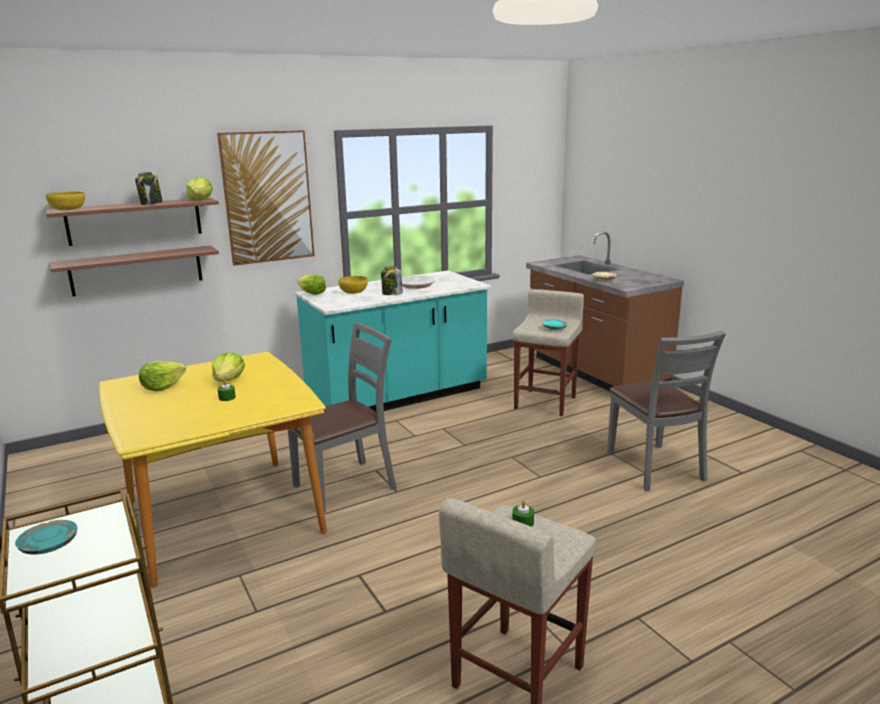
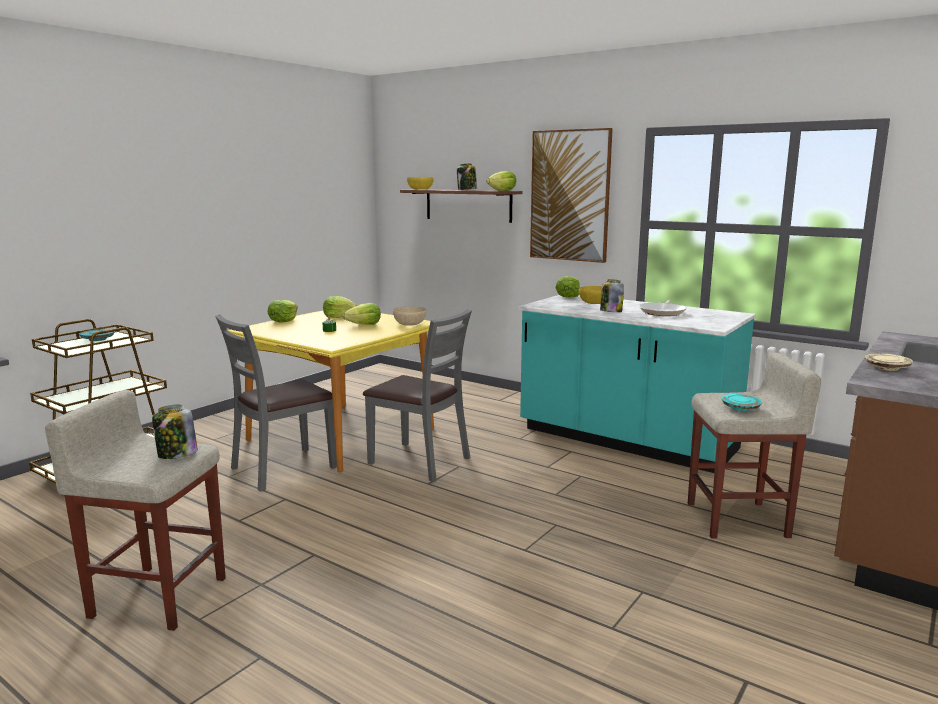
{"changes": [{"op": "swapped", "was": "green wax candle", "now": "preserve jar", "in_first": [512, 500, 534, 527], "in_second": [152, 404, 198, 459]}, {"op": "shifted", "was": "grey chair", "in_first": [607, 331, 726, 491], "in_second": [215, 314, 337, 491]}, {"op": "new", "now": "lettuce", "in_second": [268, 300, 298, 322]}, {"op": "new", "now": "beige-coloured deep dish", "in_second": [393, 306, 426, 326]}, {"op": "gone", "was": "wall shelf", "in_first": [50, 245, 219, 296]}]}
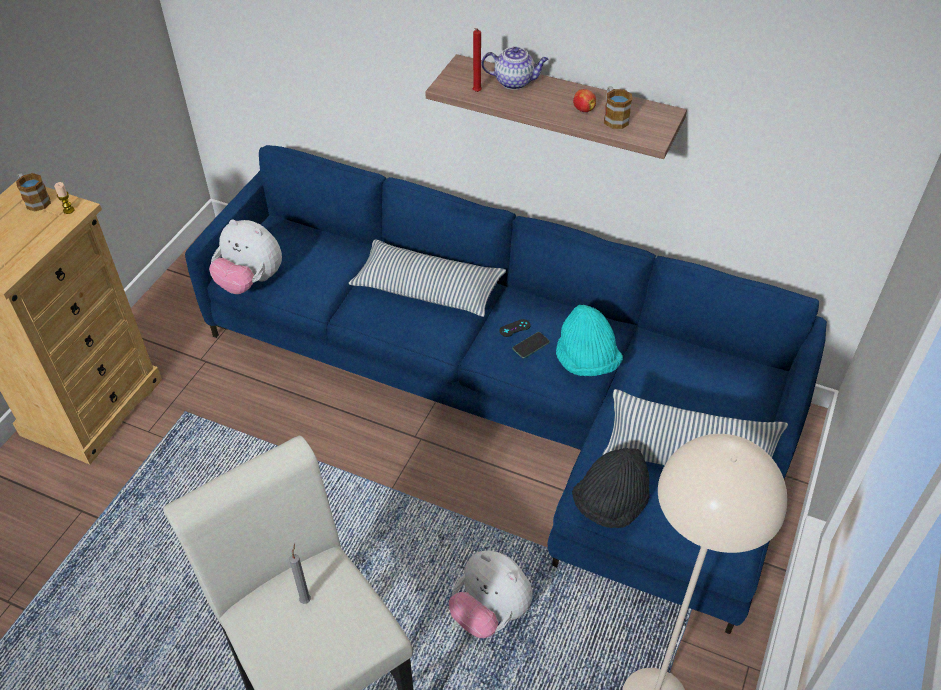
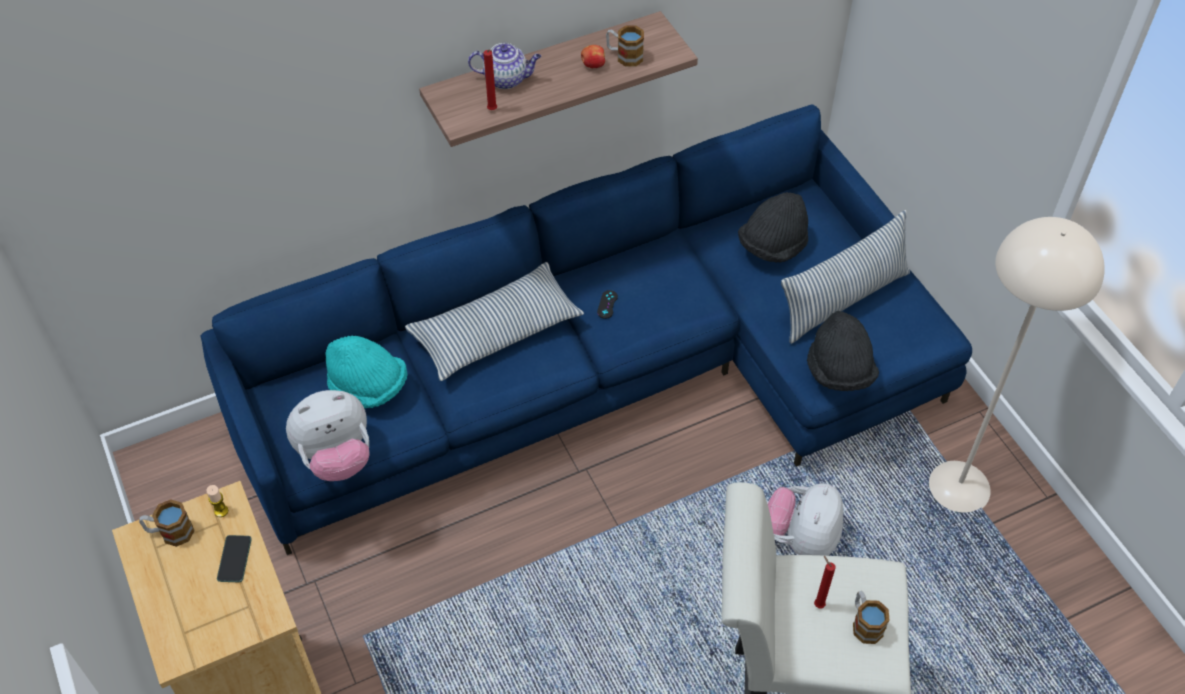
{"changes": [{"op": "shifted", "was": "handset", "in_first": [512, 332, 550, 359], "in_second": [217, 535, 252, 582]}, {"op": "shifted", "was": "turquoise clothing hat", "in_first": [556, 305, 623, 376], "in_second": [325, 335, 408, 408]}, {"op": "rotated", "was": "tea pot", "in_first": [481, 47, 549, 90], "in_second": [468, 43, 541, 89], "clockwise": 45}, {"op": "new", "now": "black clothing hat", "in_second": [738, 192, 808, 263]}, {"op": "rotated", "was": "soft toy", "in_first": [449, 550, 532, 638], "in_second": [767, 483, 843, 556], "clockwise": 120}, {"op": "repainted", "was": "grey wax candle", "now": "red-coloured wax candle", "in_first": [289, 544, 311, 604], "in_second": [814, 556, 836, 608]}, {"op": "new", "now": "tea mug", "in_second": [853, 591, 890, 644]}]}
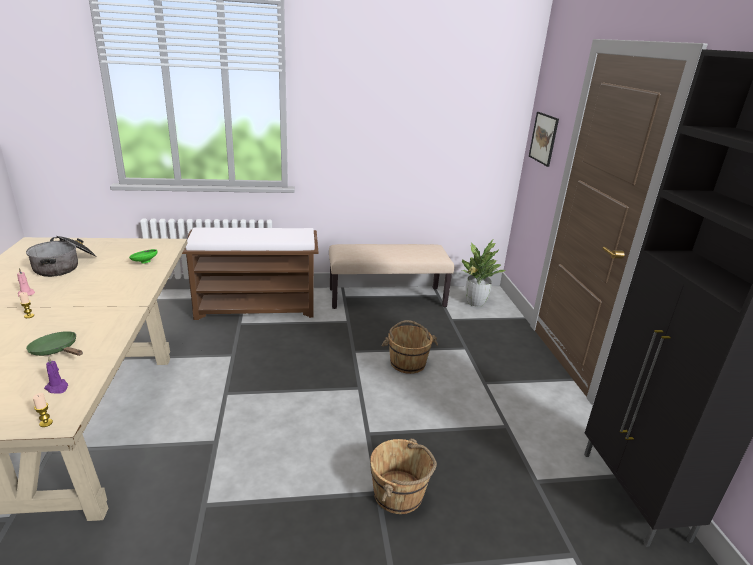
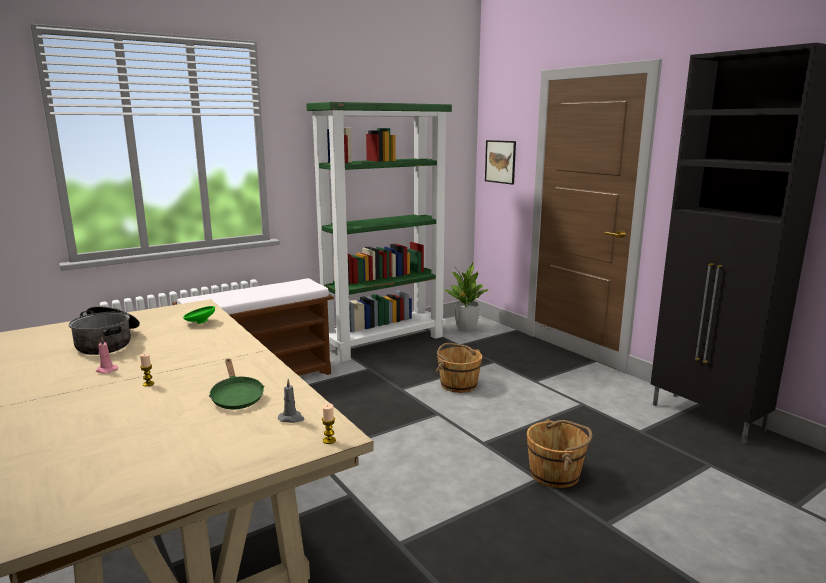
{"changes": [{"op": "rotated", "was": "green skillet", "in_first": [26, 331, 83, 356], "in_second": [209, 359, 264, 409], "clockwise": -120}, {"op": "repainted", "was": "purple wax candle", "now": "grey wax candle", "in_first": [44, 356, 68, 394], "in_second": [278, 379, 305, 423]}, {"op": "swapped", "was": "beige-coloured long seat", "now": "green bookshelf", "in_first": [329, 244, 454, 309], "in_second": [306, 102, 452, 362]}]}
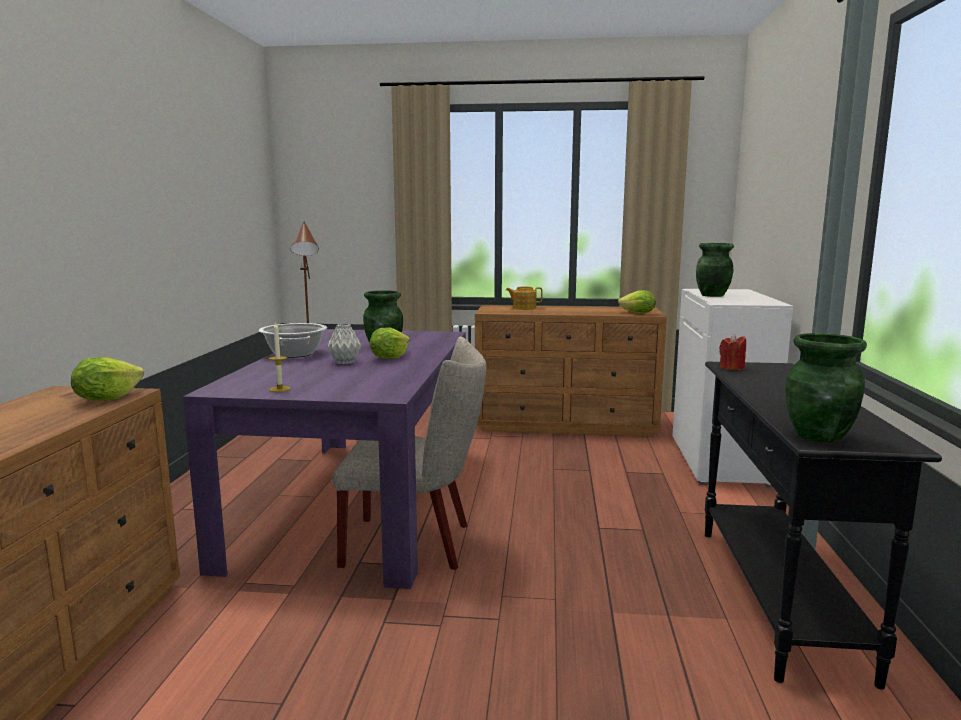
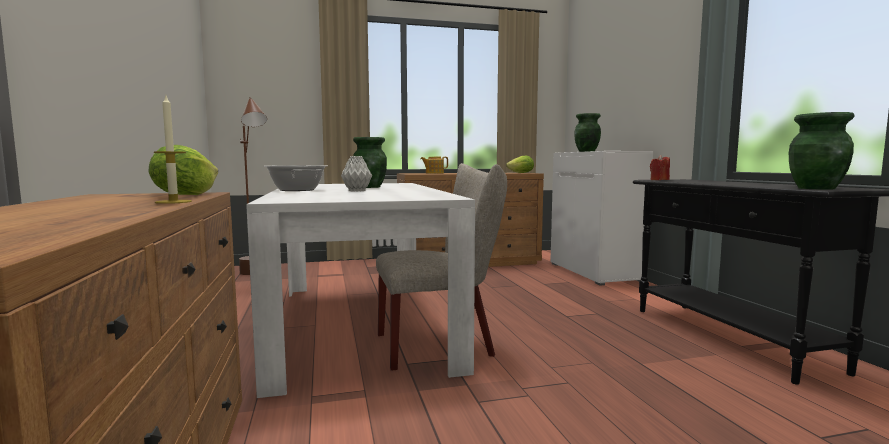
{"changes": [{"op": "shifted", "was": "wax candle", "in_first": [269, 322, 291, 392], "in_second": [154, 96, 192, 204]}, {"op": "repainted", "was": "purple kitchen table", "now": "white-coloured kitchen table", "in_first": [183, 329, 466, 589], "in_second": [246, 183, 475, 398]}, {"op": "gone", "was": "lettuce", "in_first": [369, 328, 410, 359]}]}
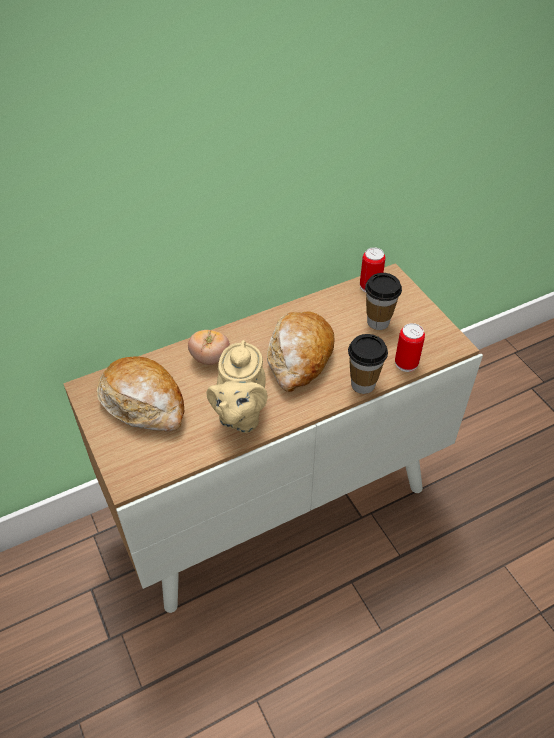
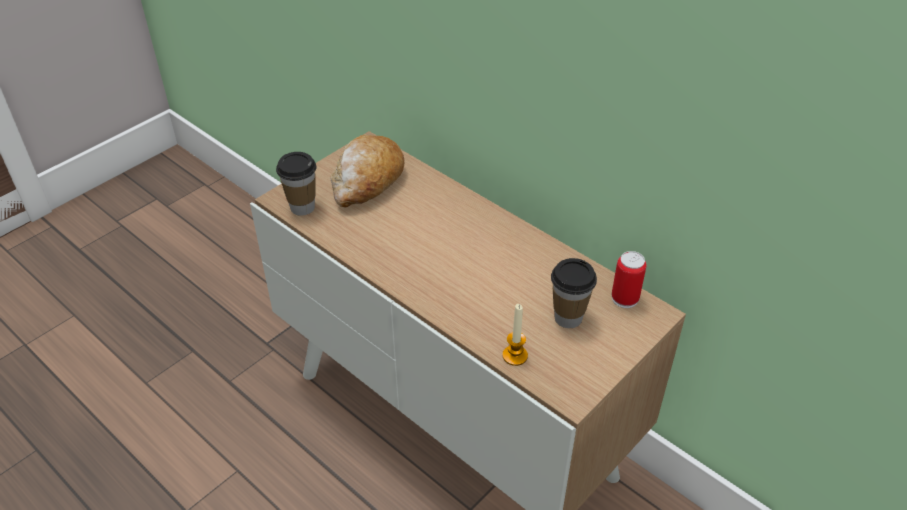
{"changes": [{"op": "shifted", "was": "cup", "in_first": [348, 334, 388, 394], "in_second": [276, 152, 316, 216]}, {"op": "swapped", "was": "can", "now": "wax candle", "in_first": [395, 323, 425, 372], "in_second": [503, 304, 528, 366]}, {"op": "gone", "was": "whole tomato", "in_first": [188, 330, 230, 365]}, {"op": "gone", "was": "beige-coloured tea pot", "in_first": [207, 340, 267, 433]}, {"op": "gone", "was": "bakery bread", "in_first": [267, 311, 335, 392]}]}
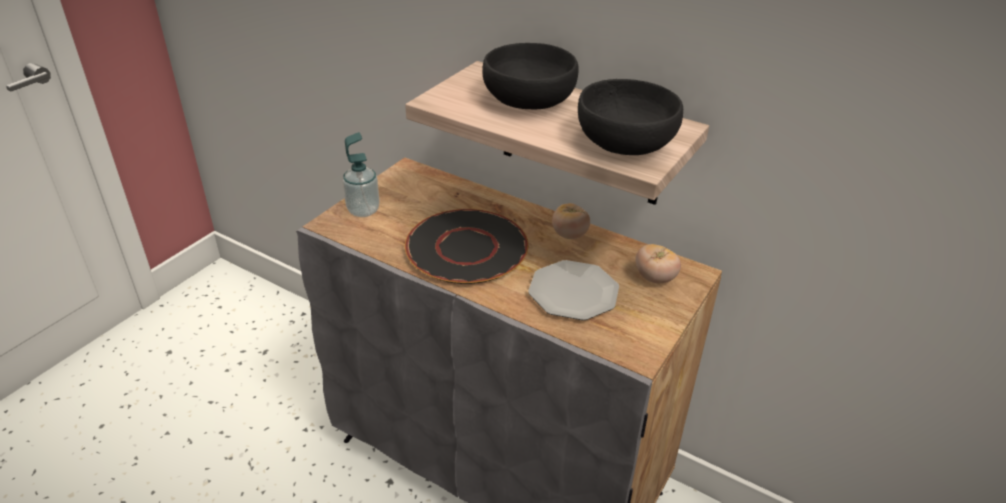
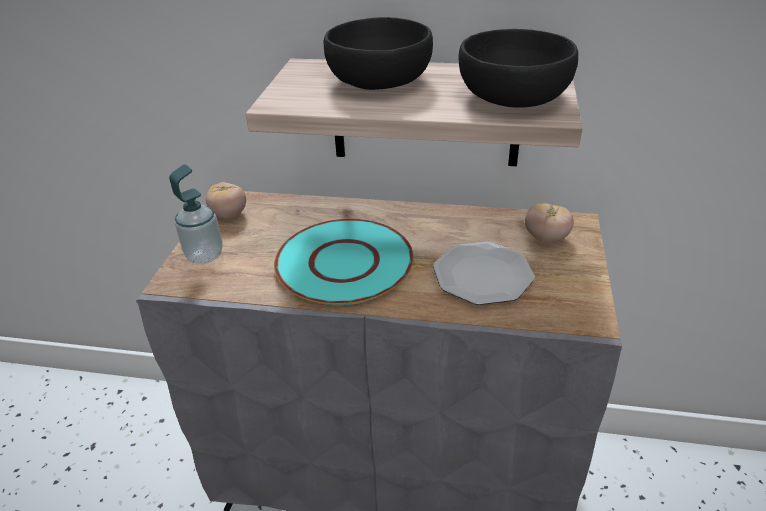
{"changes": [{"op": "shifted", "was": "whole tomato", "in_first": [552, 203, 590, 239], "in_second": [206, 182, 246, 218]}, {"op": "repainted", "was": "black plate", "now": "turquoise plate", "in_first": [405, 209, 528, 284], "in_second": [274, 219, 414, 305]}]}
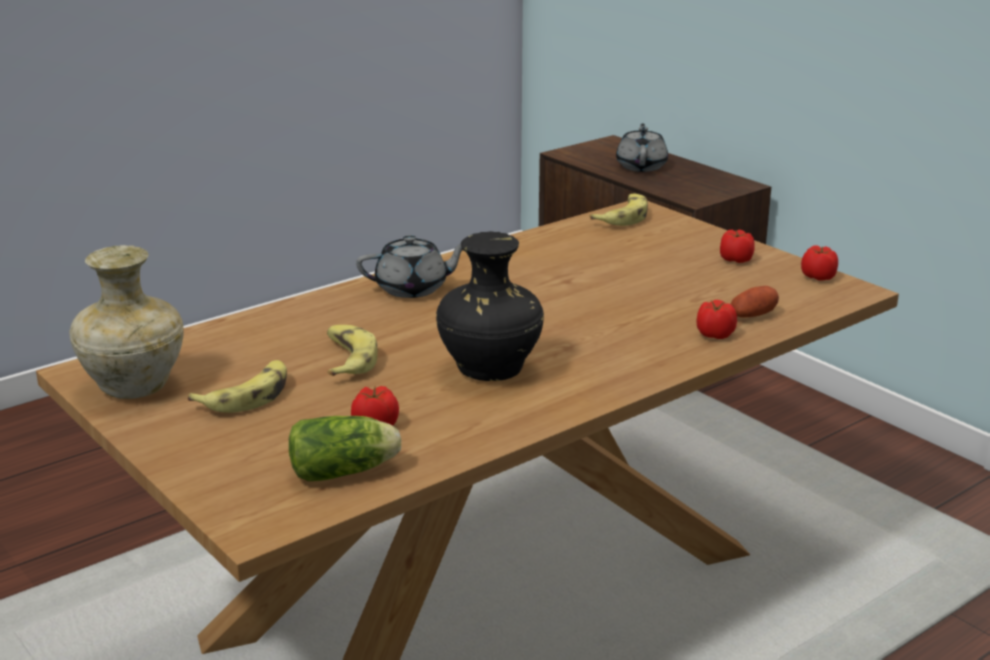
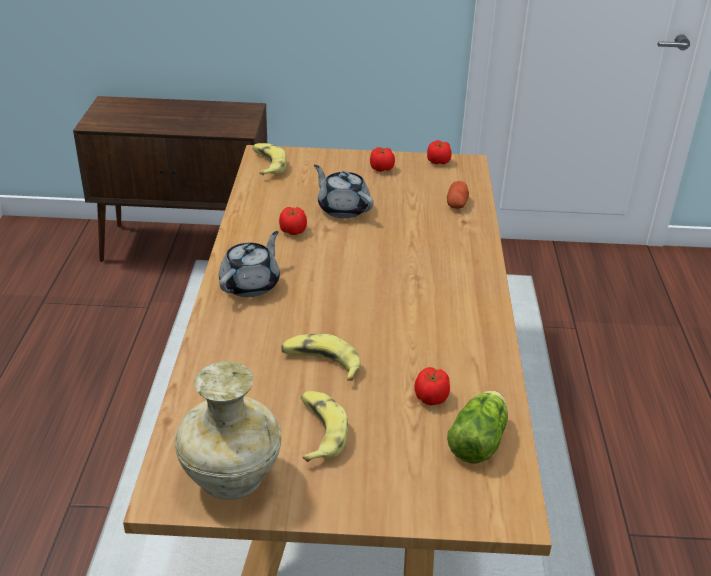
{"changes": [{"op": "shifted", "was": "whole tomato", "in_first": [697, 300, 737, 339], "in_second": [279, 207, 307, 235]}, {"op": "shifted", "was": "grey tea pot", "in_first": [616, 124, 668, 172], "in_second": [314, 165, 374, 218]}, {"op": "gone", "was": "black flower vase", "in_first": [436, 231, 544, 381]}]}
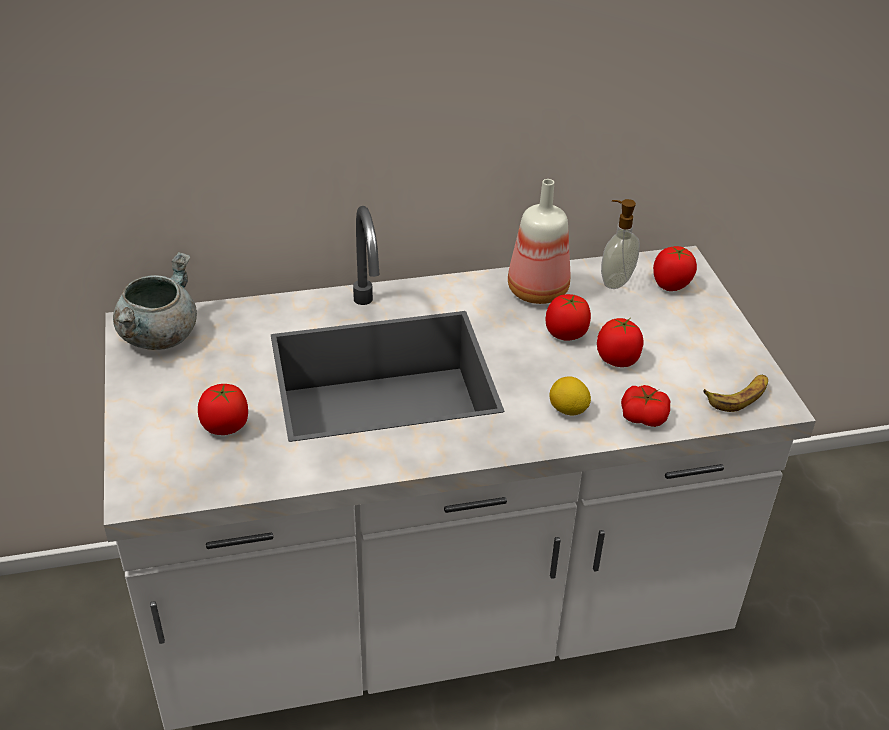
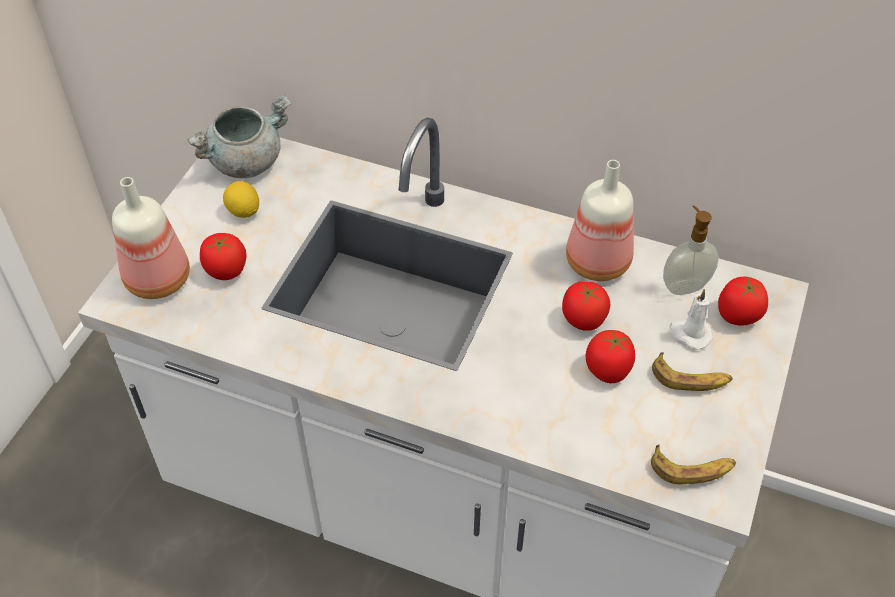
{"changes": [{"op": "new", "now": "drink bottle", "in_second": [112, 177, 190, 299]}, {"op": "shifted", "was": "whole lemon", "in_first": [549, 376, 591, 416], "in_second": [223, 181, 259, 218]}, {"op": "new", "now": "banana fruit", "in_second": [652, 352, 733, 391]}, {"op": "new", "now": "white-coloured wax candle", "in_second": [669, 289, 713, 350]}, {"op": "gone", "was": "whole tomato", "in_first": [621, 385, 670, 427]}]}
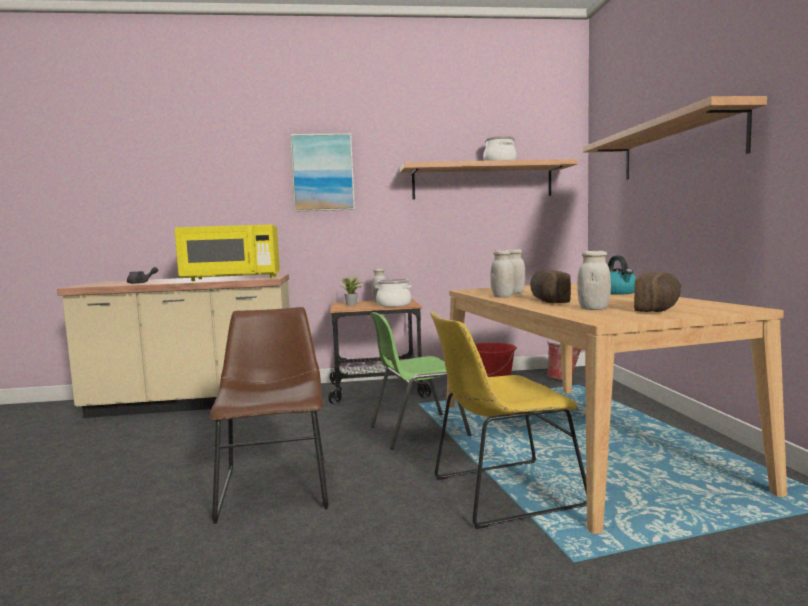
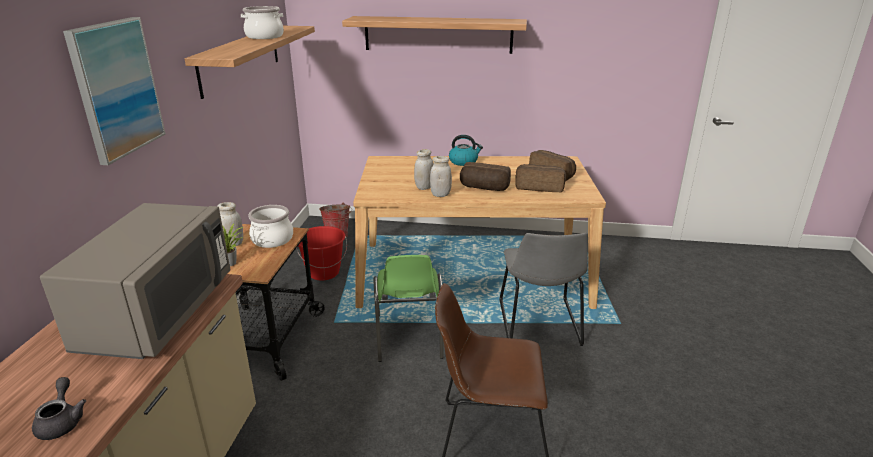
{"changes": [{"op": "repainted", "was": "yellow microwave", "now": "grey microwave", "in_first": [175, 224, 280, 281], "in_second": [40, 203, 230, 359]}, {"op": "repainted", "was": "yellow chair", "now": "grey chair", "in_first": [430, 311, 587, 529], "in_second": [499, 233, 588, 346]}, {"op": "swapped", "was": "white-coloured preserve jar", "now": "bakery bread", "in_first": [577, 251, 611, 310], "in_second": [515, 164, 566, 192]}]}
